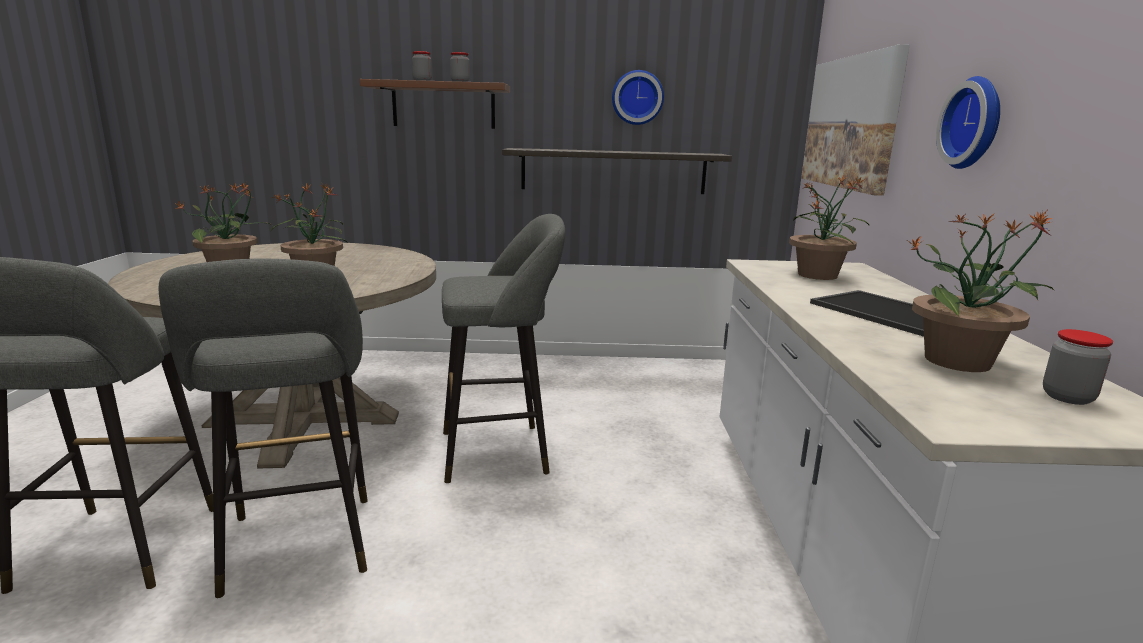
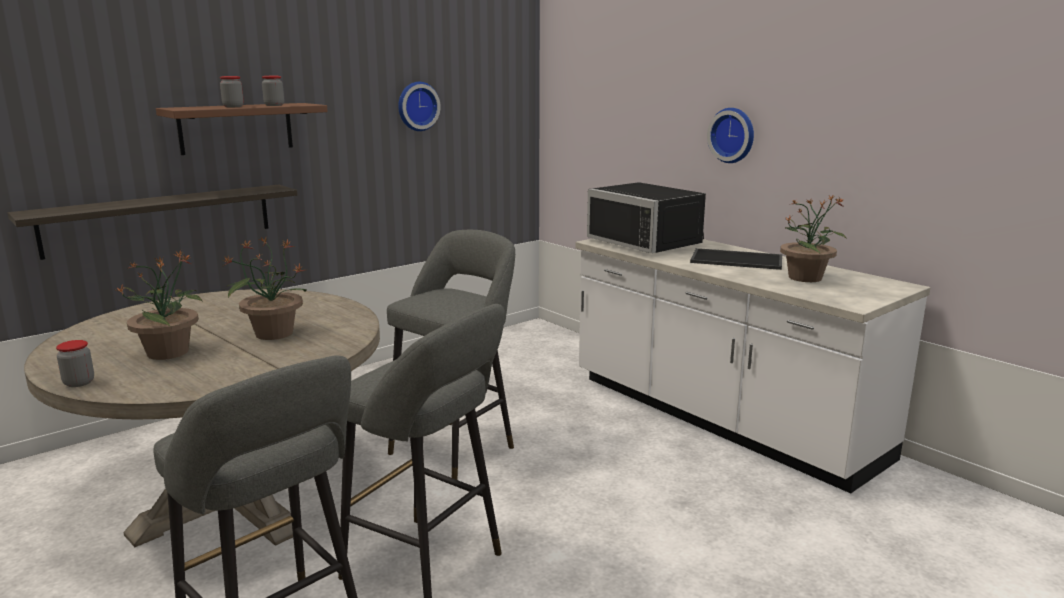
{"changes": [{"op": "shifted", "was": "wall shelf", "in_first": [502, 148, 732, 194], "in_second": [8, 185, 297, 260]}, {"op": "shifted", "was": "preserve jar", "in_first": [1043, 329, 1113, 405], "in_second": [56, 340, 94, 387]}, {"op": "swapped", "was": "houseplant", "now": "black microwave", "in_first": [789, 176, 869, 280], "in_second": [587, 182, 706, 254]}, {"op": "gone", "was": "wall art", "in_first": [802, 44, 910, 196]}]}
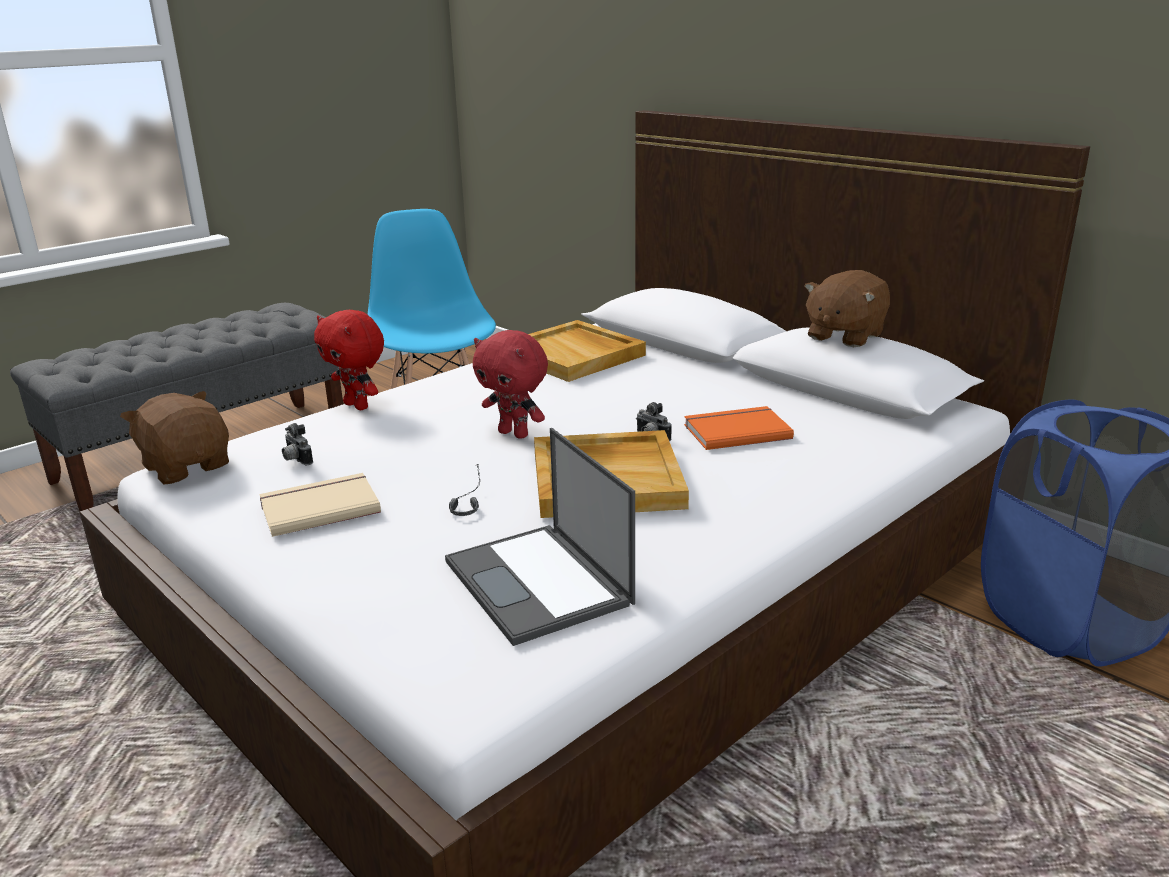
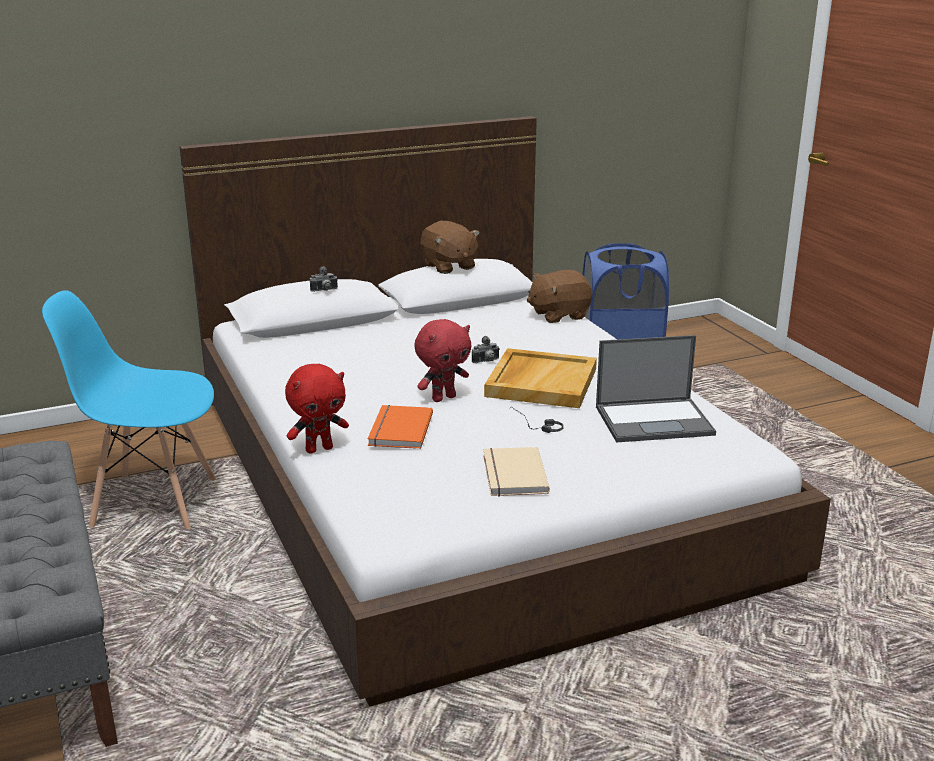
{"changes": [{"op": "shifted", "was": "still camera", "in_first": [282, 423, 313, 465], "in_second": [310, 266, 338, 292]}, {"op": "shifted", "was": "orange-coloured book", "in_first": [684, 406, 794, 450], "in_second": [368, 405, 433, 449]}, {"op": "shifted", "was": "brown-coloured soft toy", "in_first": [120, 391, 229, 485], "in_second": [527, 270, 593, 323]}, {"op": "gone", "was": "beige-coloured serving tray", "in_first": [529, 320, 646, 382]}]}
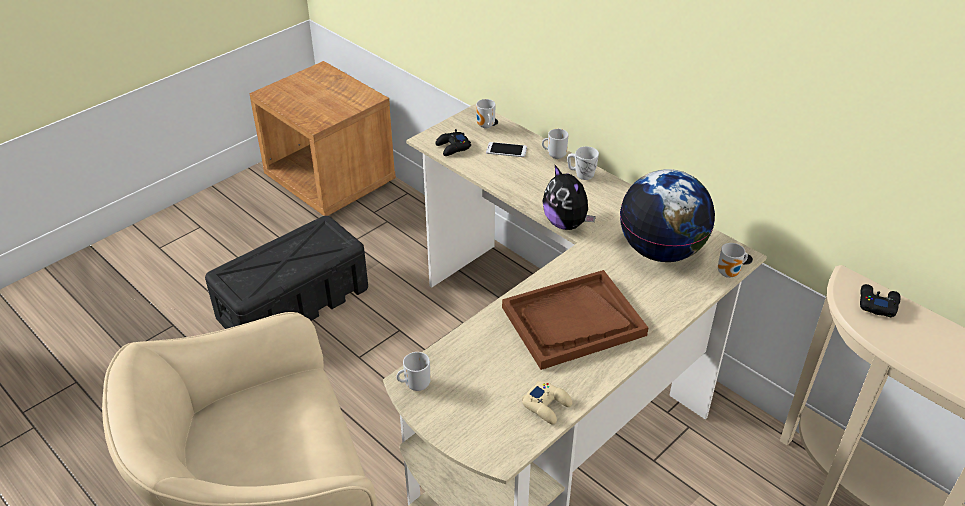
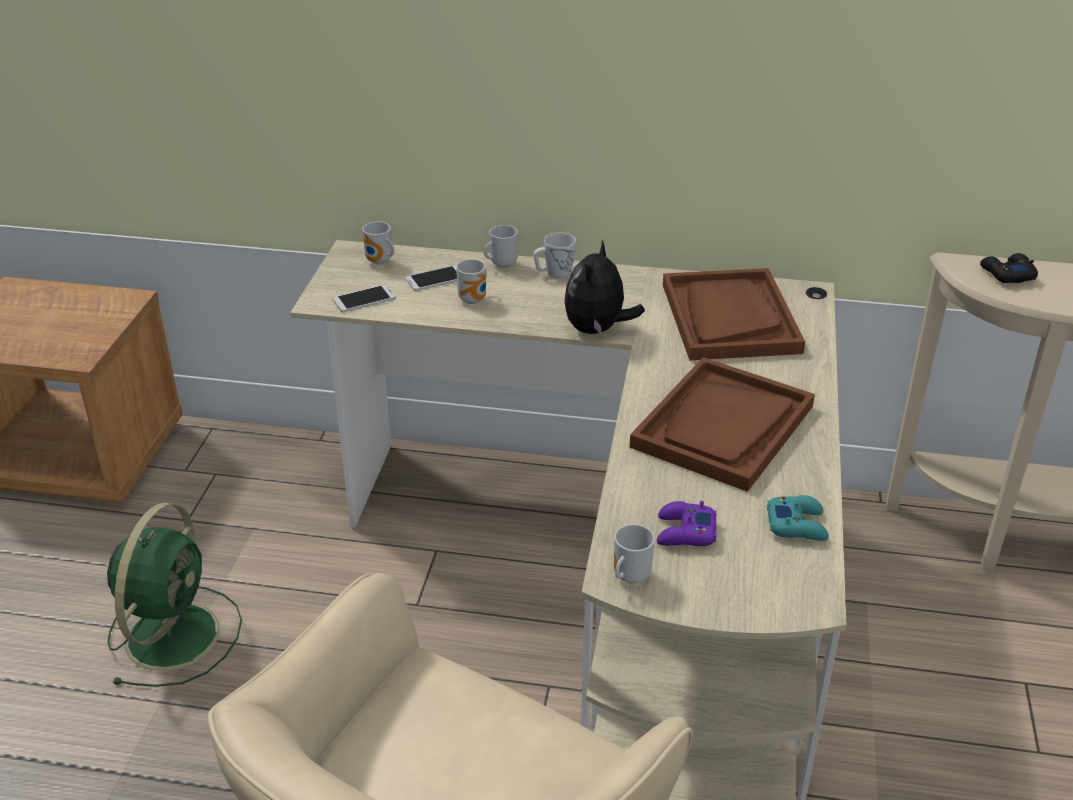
{"changes": [{"op": "swapped", "was": "black storage container", "now": "green electric fan", "in_first": [205, 216, 368, 329], "in_second": [107, 502, 242, 687]}, {"op": "swapped", "was": "black joypad", "now": "handset", "in_first": [435, 129, 471, 156], "in_second": [333, 285, 396, 312]}, {"op": "shifted", "was": "tea mug", "in_first": [718, 243, 748, 278], "in_second": [456, 259, 487, 304]}, {"op": "rotated", "was": "soft toy", "in_first": [542, 165, 596, 230], "in_second": [564, 240, 645, 335], "clockwise": 90}, {"op": "new", "now": "purple joypad", "in_second": [657, 501, 717, 546]}, {"op": "swapped", "was": "globe", "now": "brown-coloured serving tray", "in_first": [620, 169, 715, 262], "in_second": [663, 268, 805, 360]}, {"op": "repainted", "was": "beige-coloured joypad", "now": "turquoise joypad", "in_first": [522, 381, 572, 425], "in_second": [767, 495, 829, 541]}]}
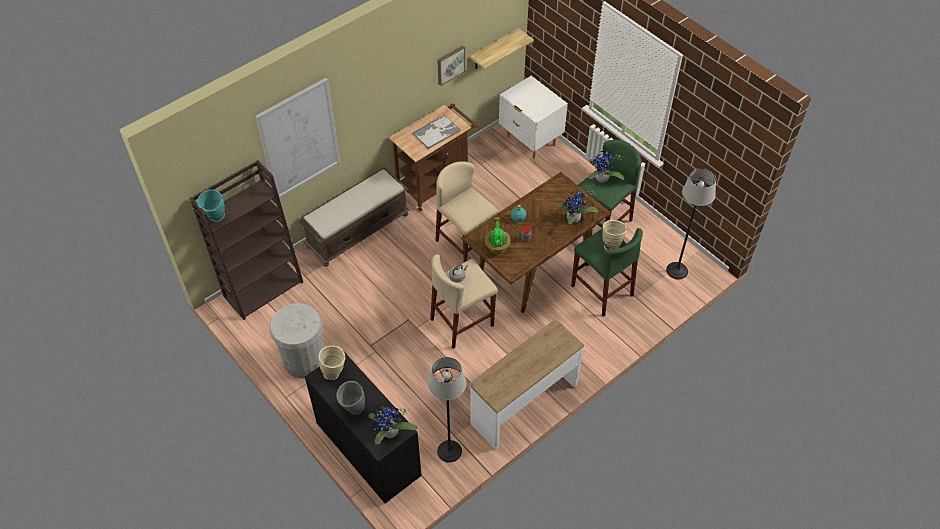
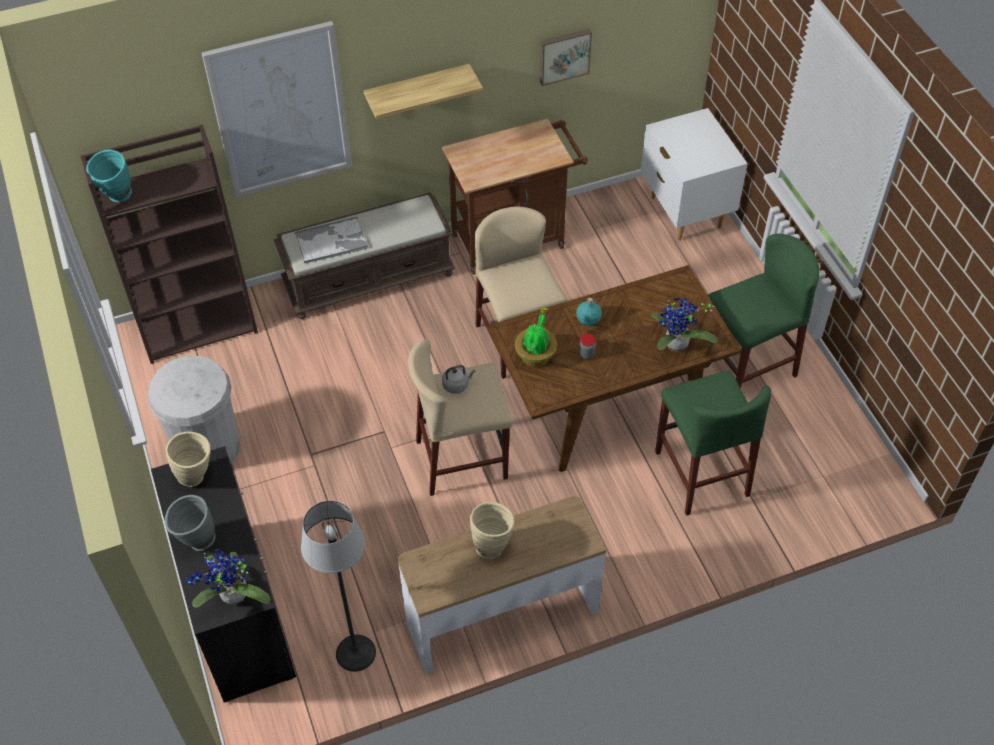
{"changes": [{"op": "shifted", "was": "serving tray", "in_first": [412, 115, 461, 149], "in_second": [295, 217, 368, 264]}, {"op": "shifted", "was": "wall shelf", "in_first": [469, 28, 534, 70], "in_second": [364, 64, 483, 119]}, {"op": "shifted", "was": "beige-coloured flower vase", "in_first": [602, 220, 627, 250], "in_second": [470, 502, 514, 559]}, {"op": "gone", "was": "houseplant", "in_first": [588, 151, 625, 183]}, {"op": "gone", "was": "standard lamp", "in_first": [666, 168, 716, 279]}]}
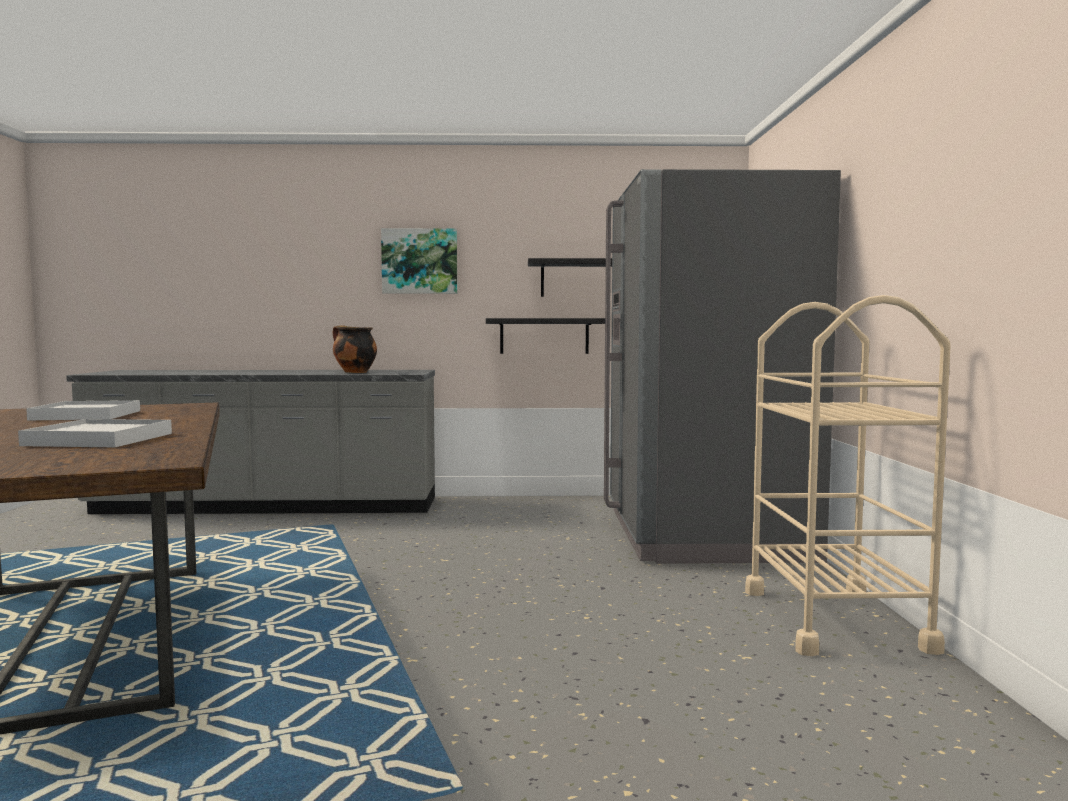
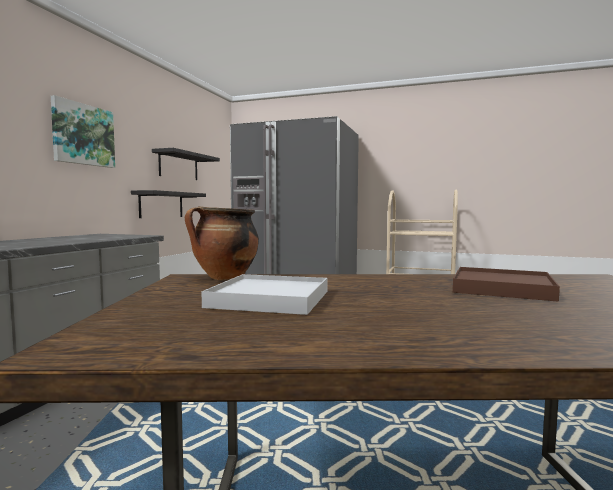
{"changes": [{"op": "shifted", "was": "cooking pot", "in_first": [333, 325, 377, 373], "in_second": [185, 206, 259, 280]}, {"op": "repainted", "was": "white-coloured serving tray", "now": "brown-coloured serving tray", "in_first": [18, 419, 172, 447], "in_second": [453, 267, 560, 302]}]}
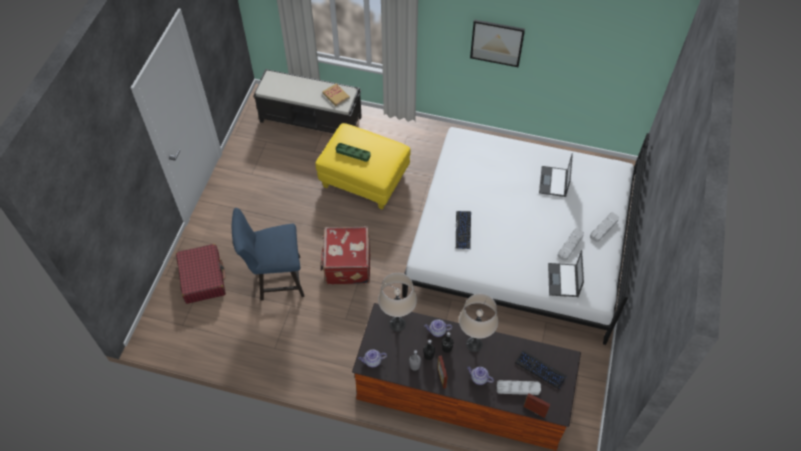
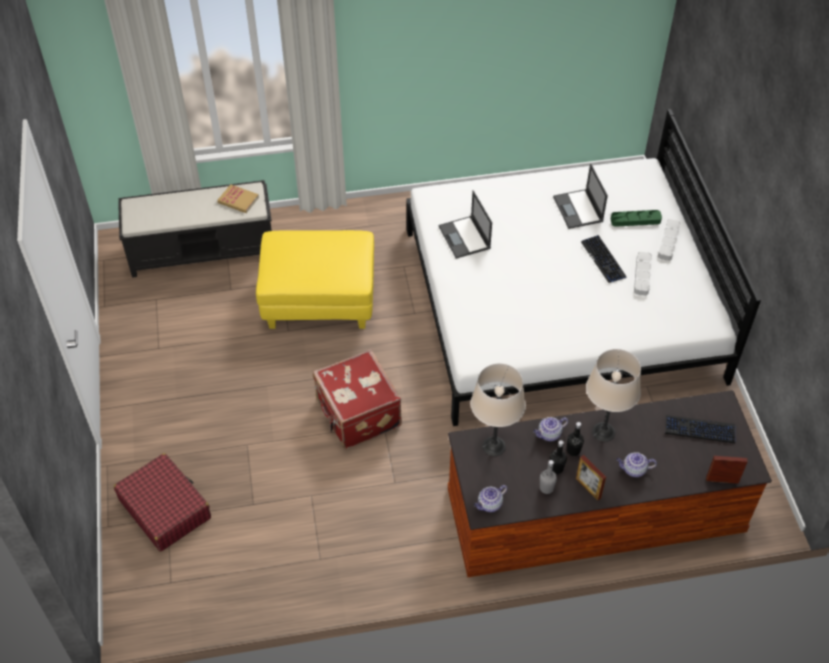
{"changes": [{"op": "shifted", "was": "notebook computer", "in_first": [548, 250, 584, 297], "in_second": [439, 190, 492, 259]}, {"op": "shifted", "was": "PC keyboard", "in_first": [456, 211, 471, 249], "in_second": [581, 235, 627, 283]}, {"op": "shifted", "was": "green serving tray", "in_first": [336, 143, 371, 162], "in_second": [611, 210, 662, 227]}, {"op": "gone", "was": "blue-coloured chair", "in_first": [232, 208, 304, 301]}, {"op": "gone", "was": "wall art", "in_first": [470, 19, 525, 67]}, {"op": "gone", "was": "grey serving tray", "in_first": [497, 380, 541, 395]}]}
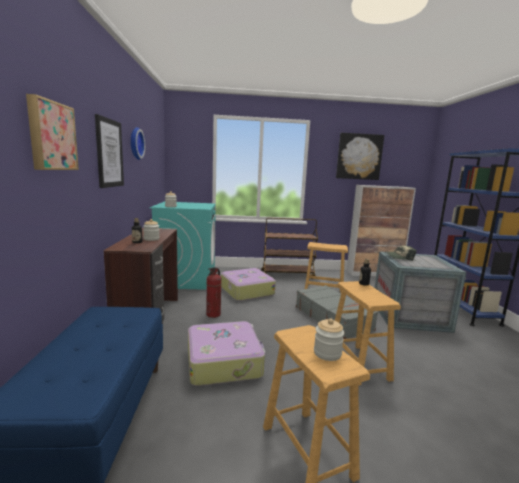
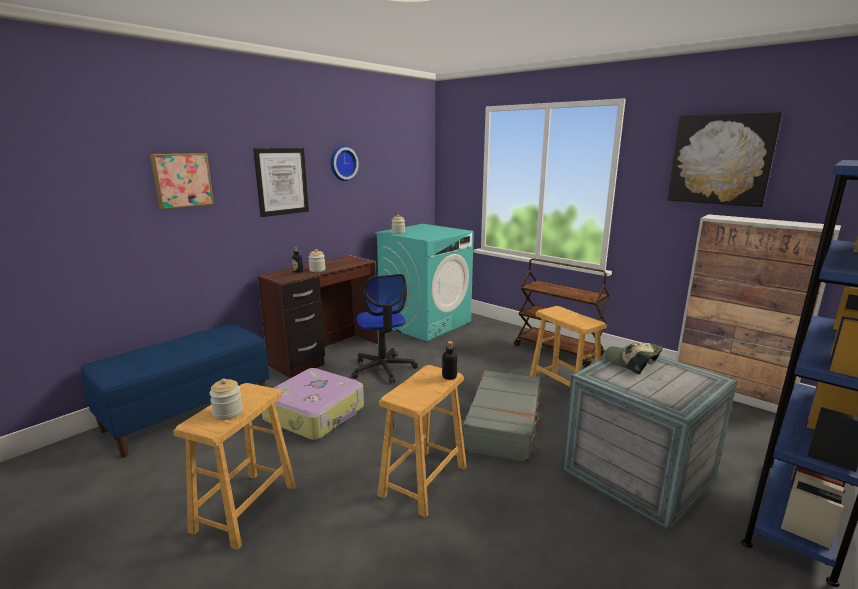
{"changes": [{"op": "swapped", "was": "extinguisher", "now": "desk chair", "in_first": [206, 267, 222, 318], "in_second": [351, 274, 418, 383]}, {"op": "gone", "was": "piece of luggage", "in_first": [221, 268, 276, 301]}]}
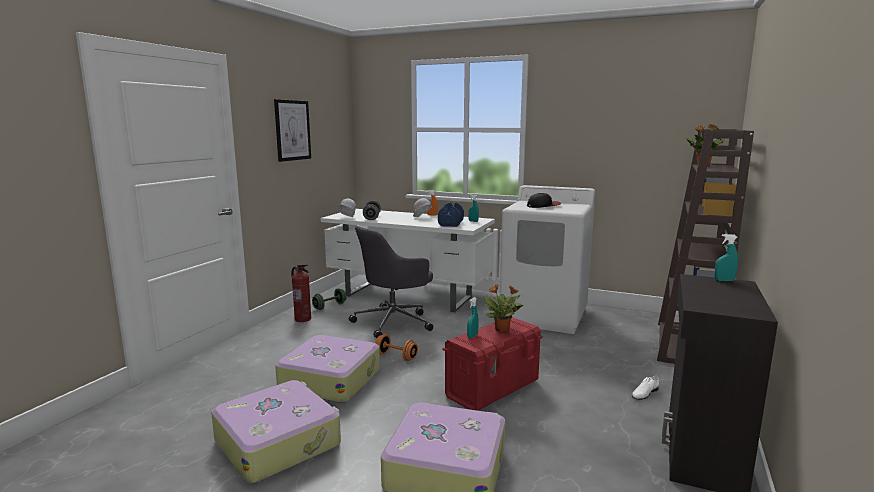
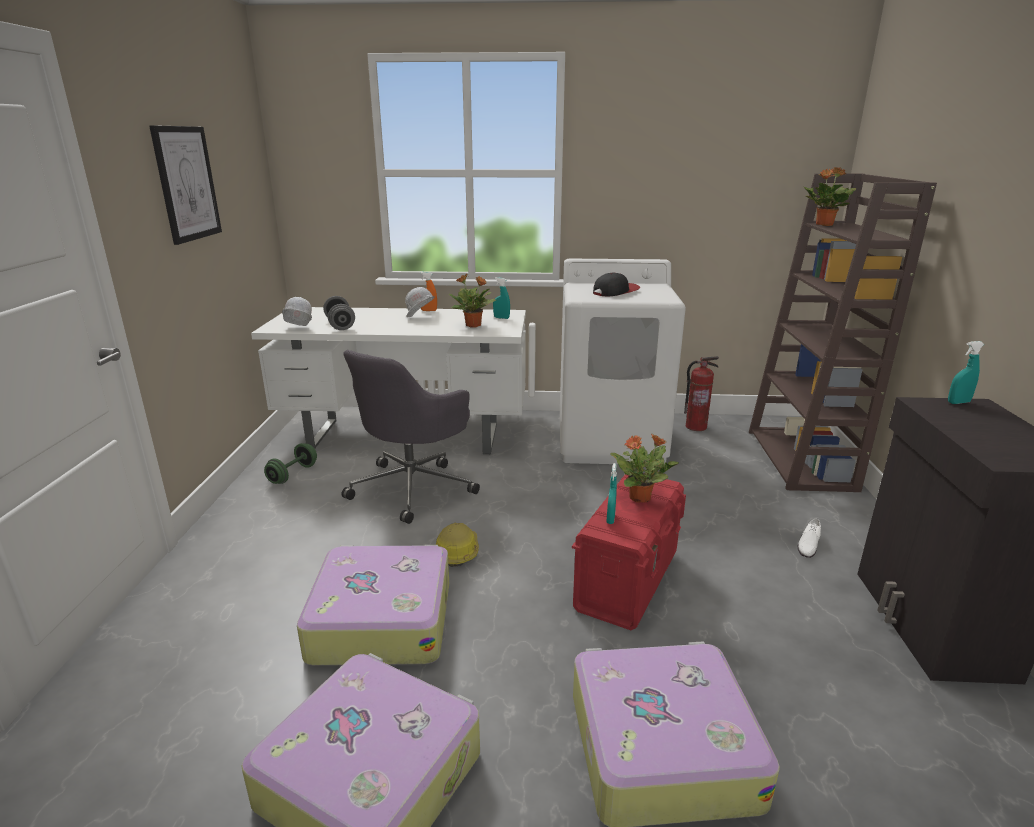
{"changes": [{"op": "swapped", "was": "orange-coloured hand weight", "now": "work helmet", "in_first": [375, 334, 418, 361], "in_second": [435, 522, 479, 567]}, {"op": "swapped", "was": "blue-coloured hand weight", "now": "houseplant", "in_first": [438, 202, 464, 227], "in_second": [449, 274, 496, 328]}, {"op": "shifted", "was": "extinguisher", "in_first": [291, 264, 311, 322], "in_second": [684, 356, 719, 431]}]}
